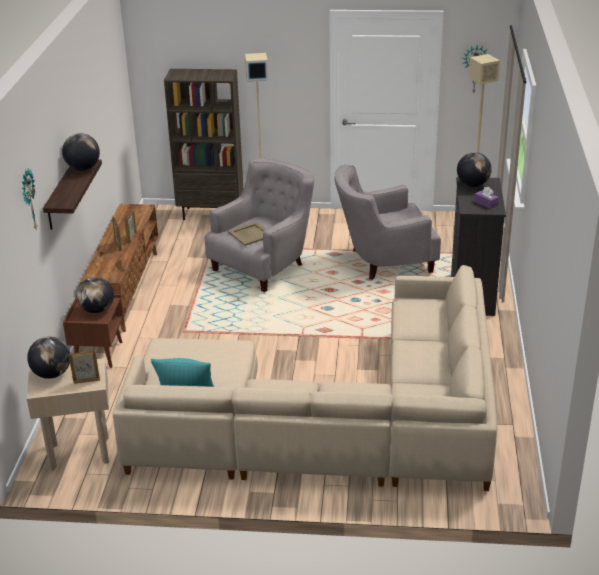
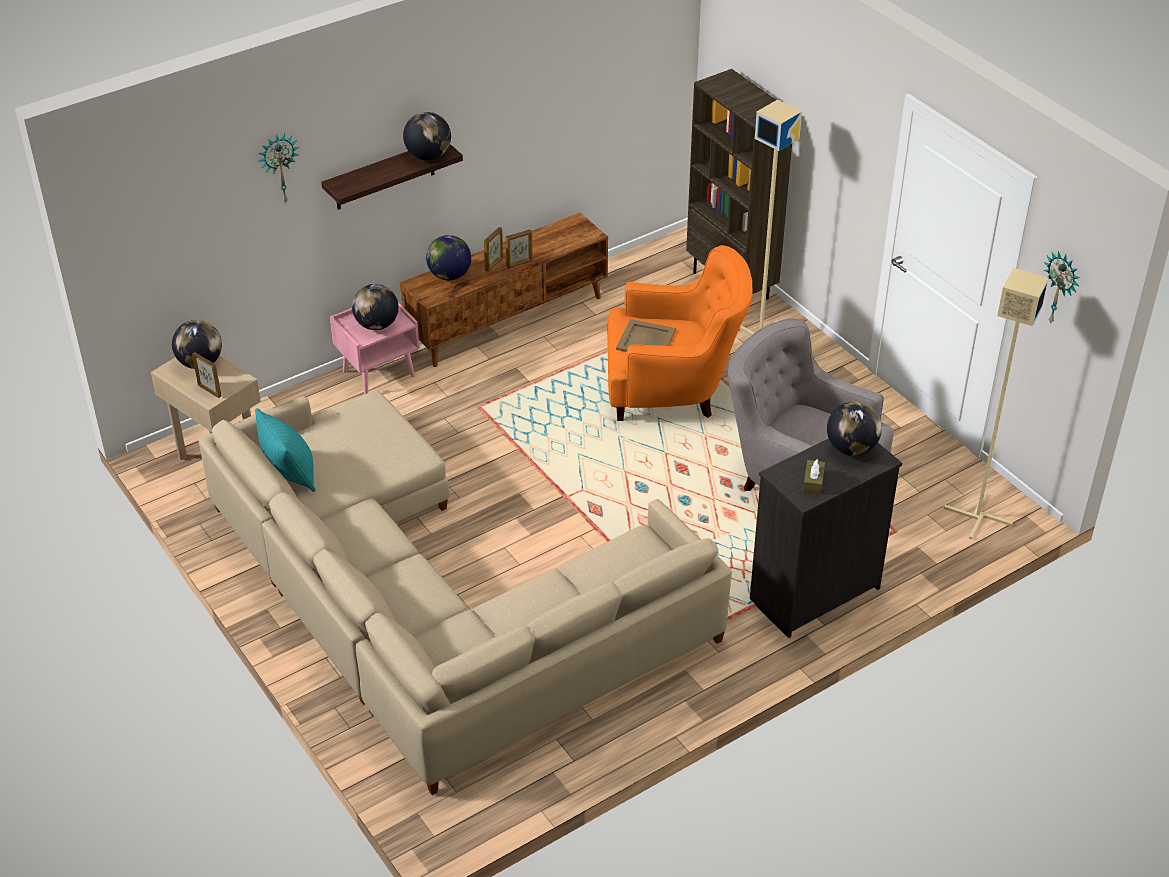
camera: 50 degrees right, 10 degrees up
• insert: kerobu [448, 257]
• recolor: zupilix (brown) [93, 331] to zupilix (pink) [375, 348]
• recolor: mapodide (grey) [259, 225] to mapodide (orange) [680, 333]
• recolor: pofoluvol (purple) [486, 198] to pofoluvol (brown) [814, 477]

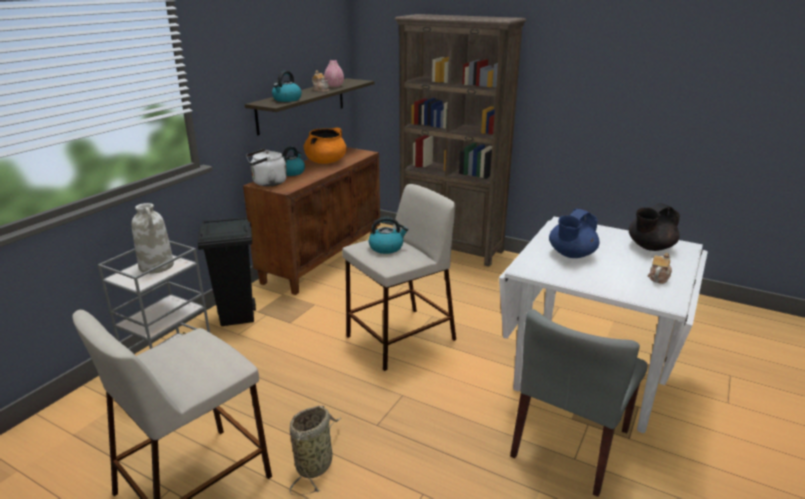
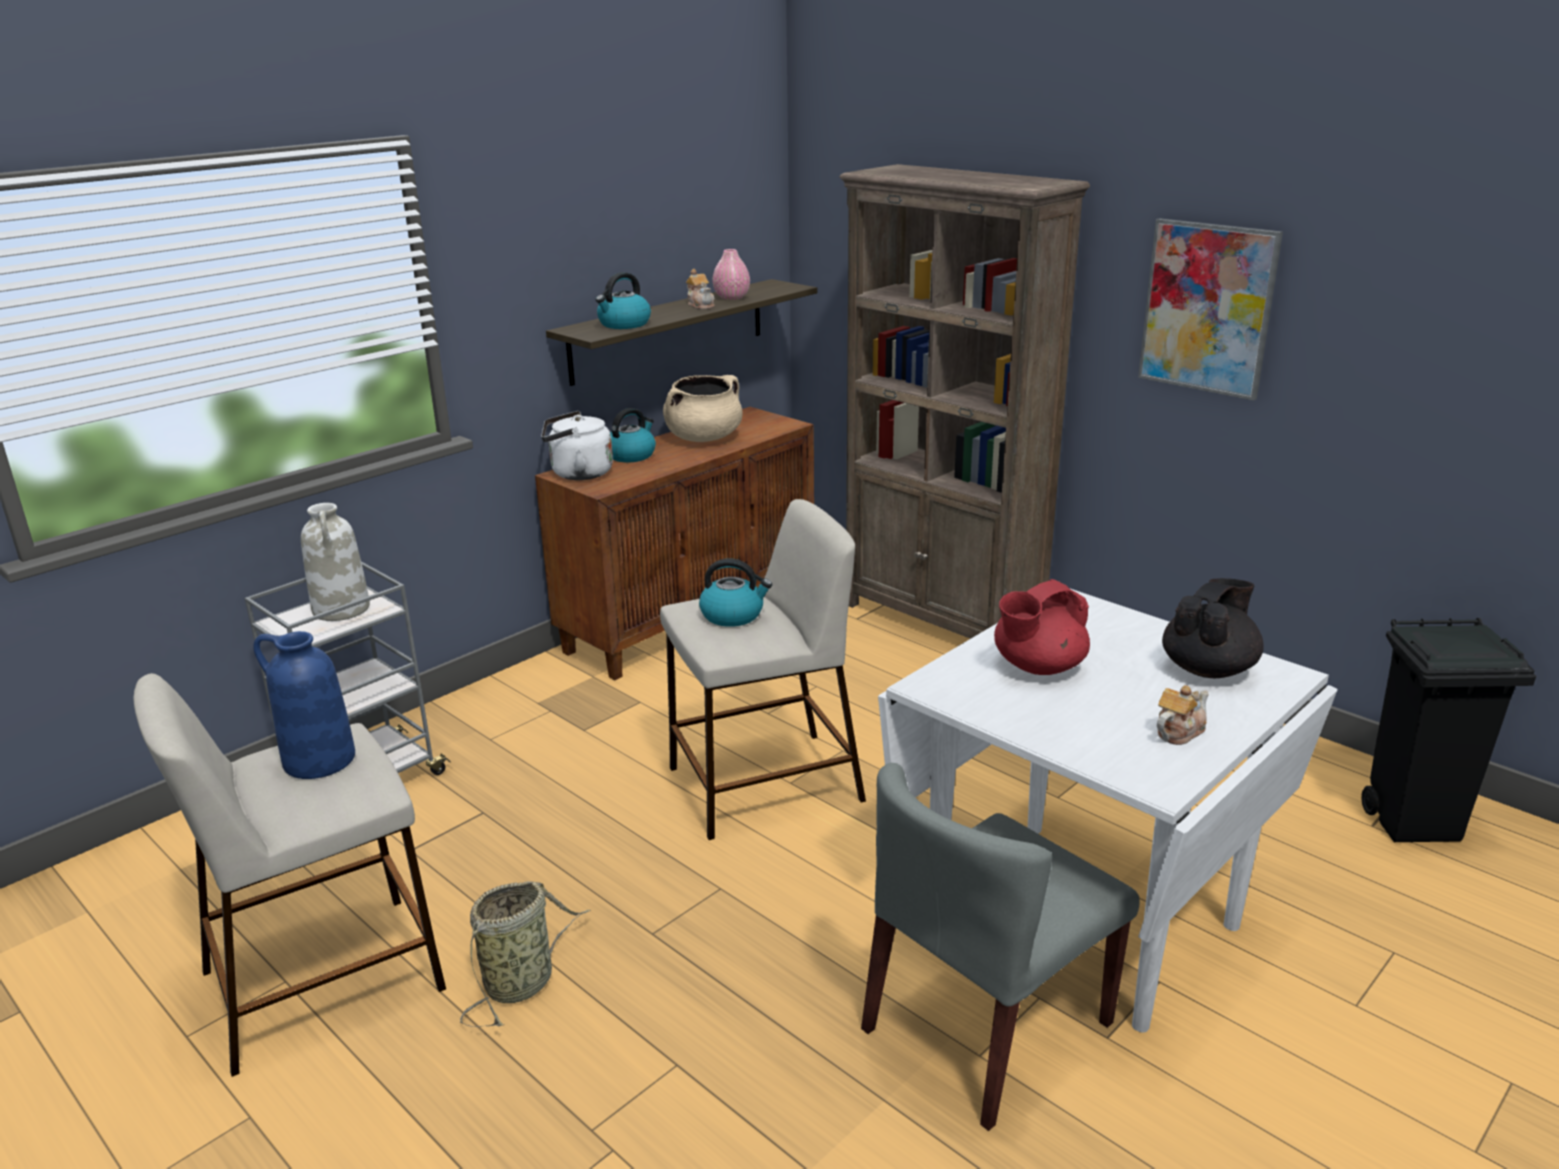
camera: 15 degrees right, 0 degrees up
• insert: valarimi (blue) [304, 705]
• insert: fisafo [1210, 309]
• move: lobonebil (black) [227, 271] to [1448, 730]
• recolor: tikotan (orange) [325, 146] to tikotan (beige) [702, 408]
• recolor: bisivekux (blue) [574, 233] to bisivekux (red) [1042, 627]
• rotate: bisivekux (black) [654, 227] = [1213, 628] 150 degrees clockwise

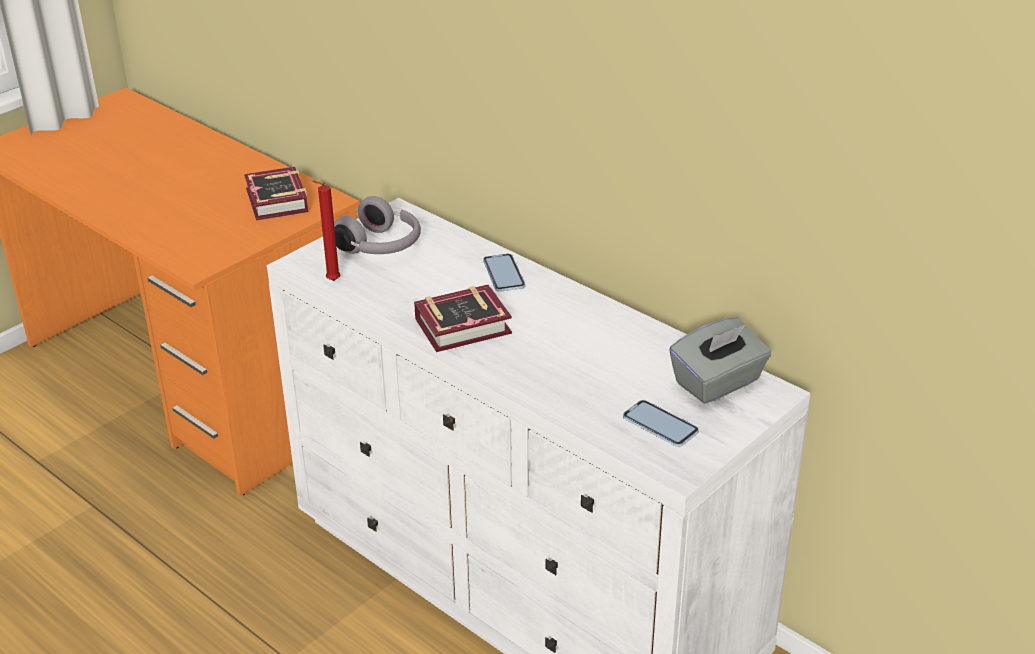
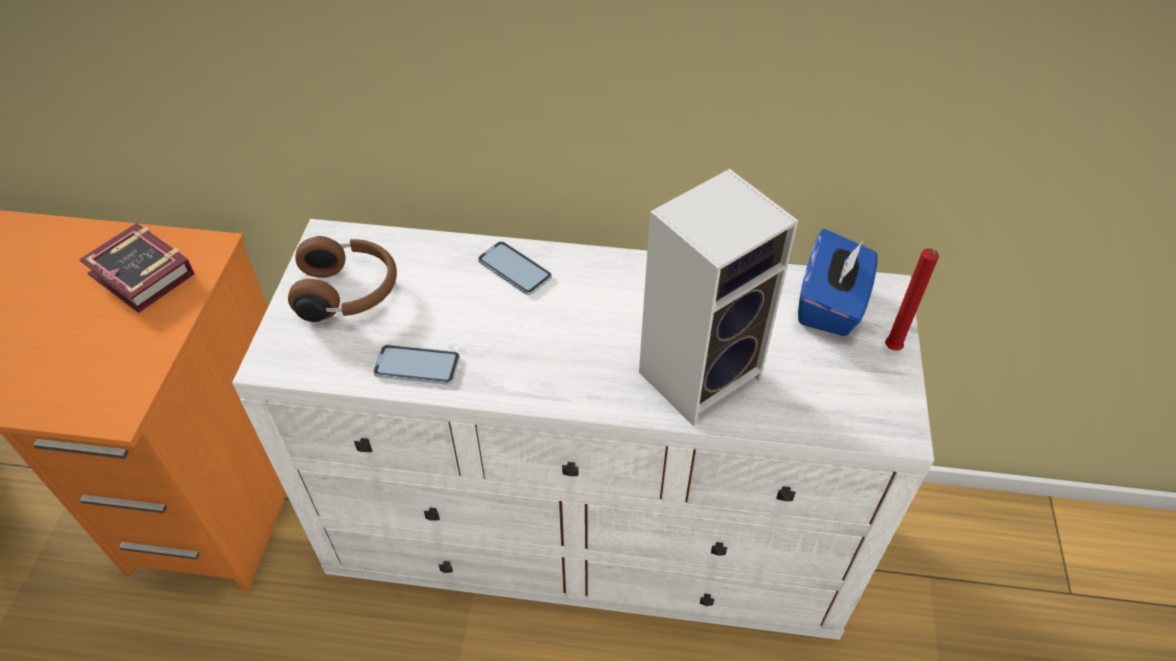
camera: 35 degrees left, 15 degrees up
• delete: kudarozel [463, 318]
• insert: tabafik [719, 298]
• move: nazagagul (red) [326, 231] to [912, 299]
• move: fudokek [661, 423] to [416, 364]
• recolor: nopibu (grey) [377, 225] to nopibu (brown) [342, 279]
• recolor: pofoluvol (grey) [720, 361] to pofoluvol (blue) [838, 282]

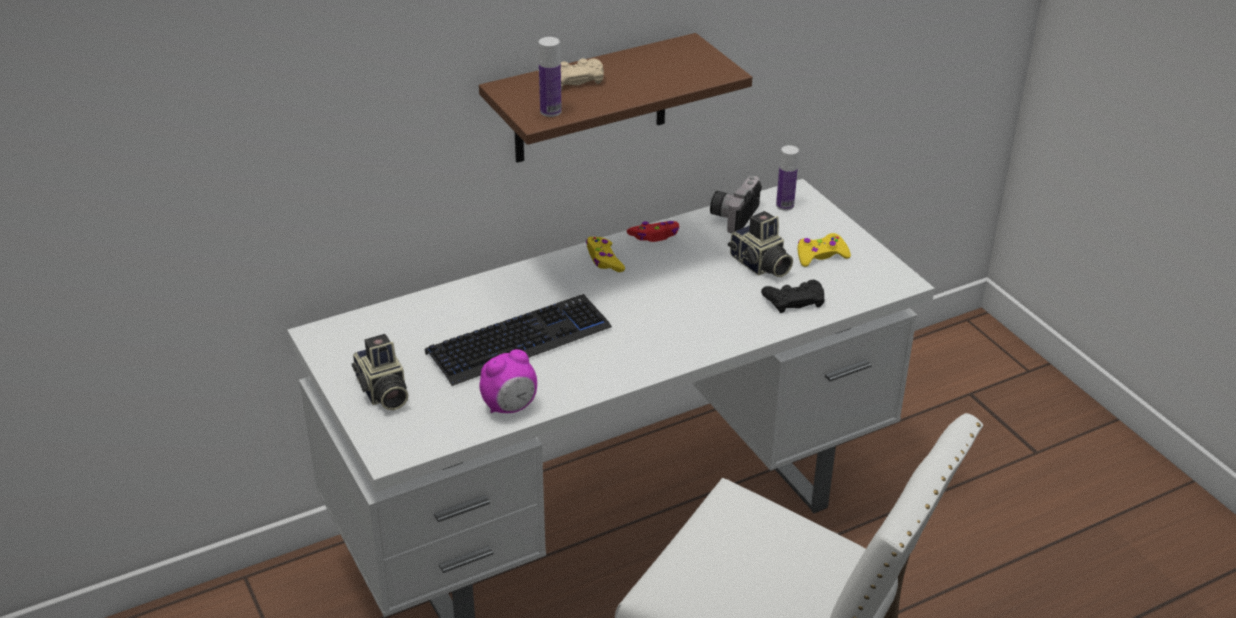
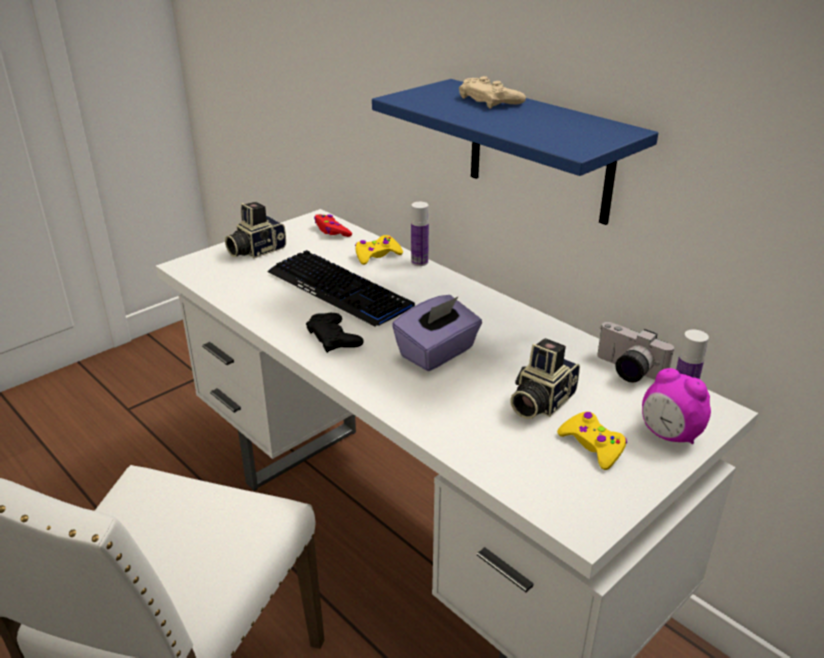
camera: 75 degrees right, 5 degrees down
• insert: pofoluvol (purple) [437, 333]
• move: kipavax [508, 381] to [676, 406]
• move: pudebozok [550, 77] to [420, 234]
• move: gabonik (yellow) [605, 254] to [379, 250]
• move: gabonik (red) [653, 231] to [333, 225]
• move: gabonik (black) [793, 296] to [335, 333]
• recolor: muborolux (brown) [615, 98] to muborolux (blue) [515, 152]
• rotate: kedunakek [736, 205] = [635, 352] 150 degrees counterclockwise

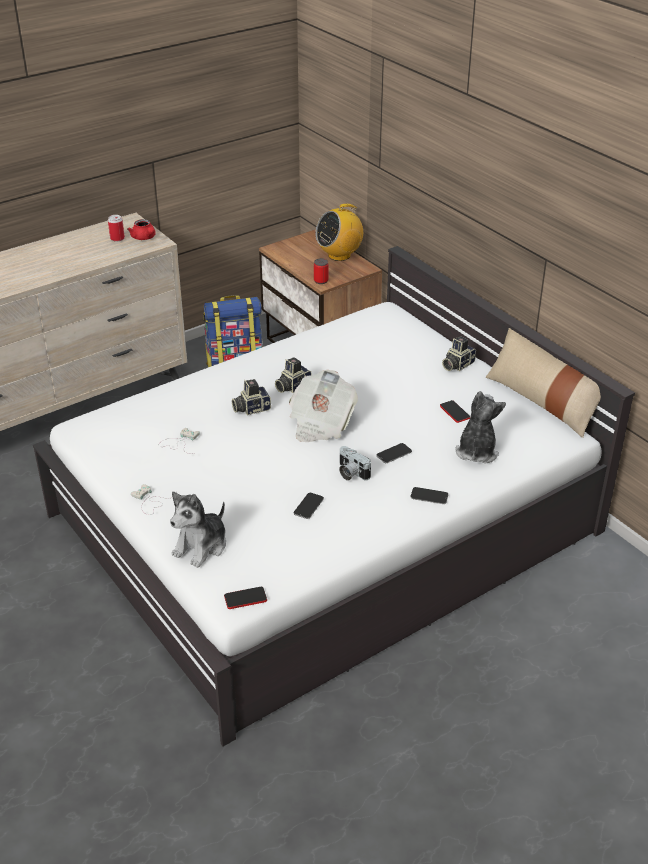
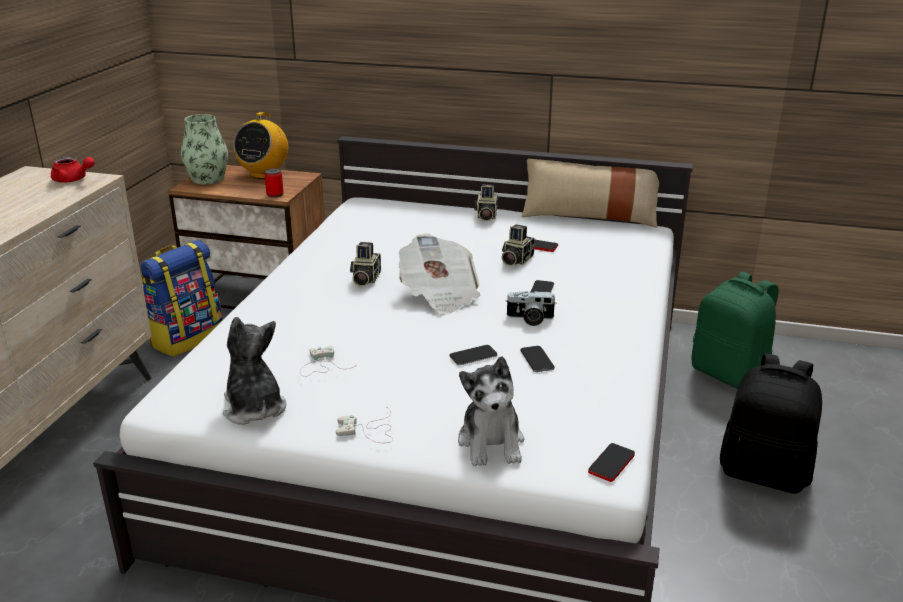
camera: 40 degrees left, 10 degrees down
• delete: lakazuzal [116, 228]
• insert: valarimi [204, 149]
• insert: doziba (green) [735, 330]
• insert: doziba (black) [771, 423]
• move: kedunakek [251, 397] to [518, 245]
• move: fudokek [429, 495] to [473, 355]
• move: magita [480, 427] to [254, 371]

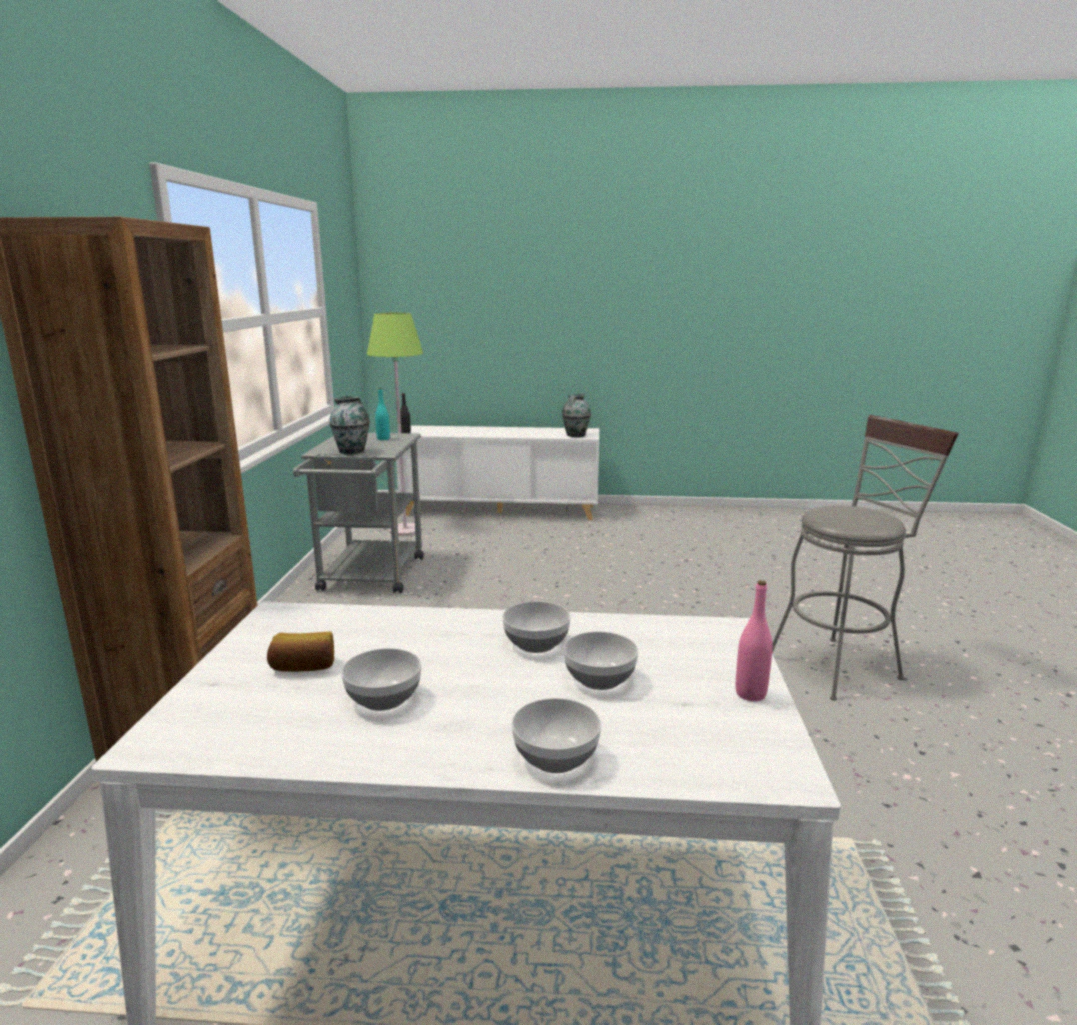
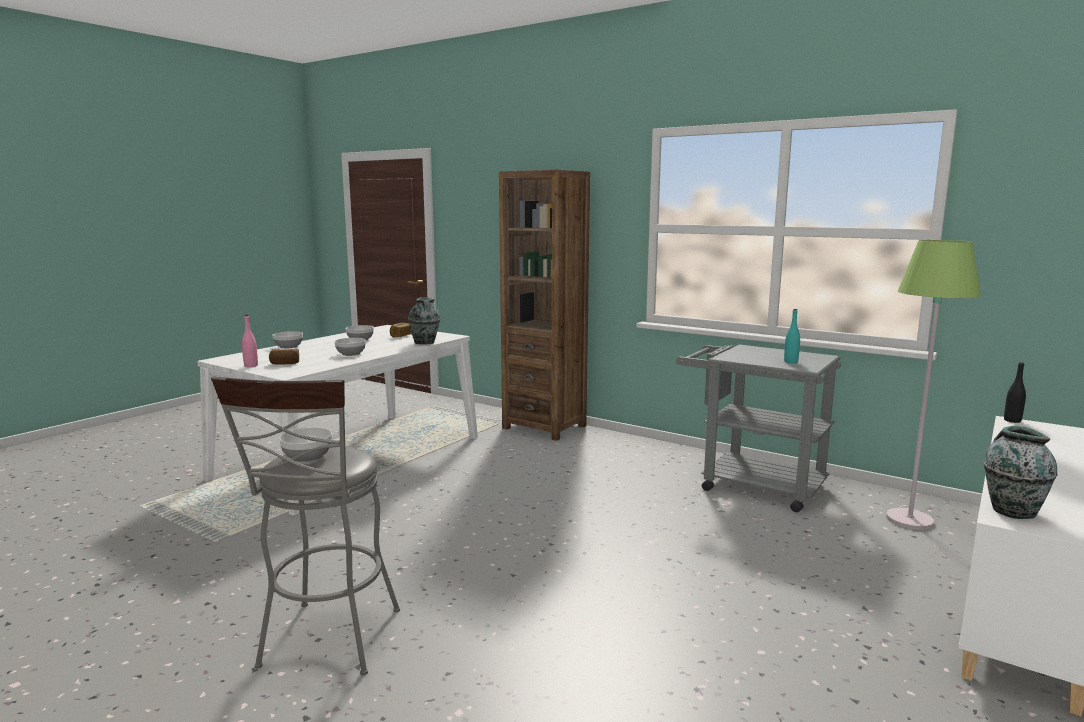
camera: 120 degrees right, 5 degrees down
• insert: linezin [284, 357]
• move: valarimi [349, 424] to [424, 320]
• move: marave [600, 660] to [305, 444]

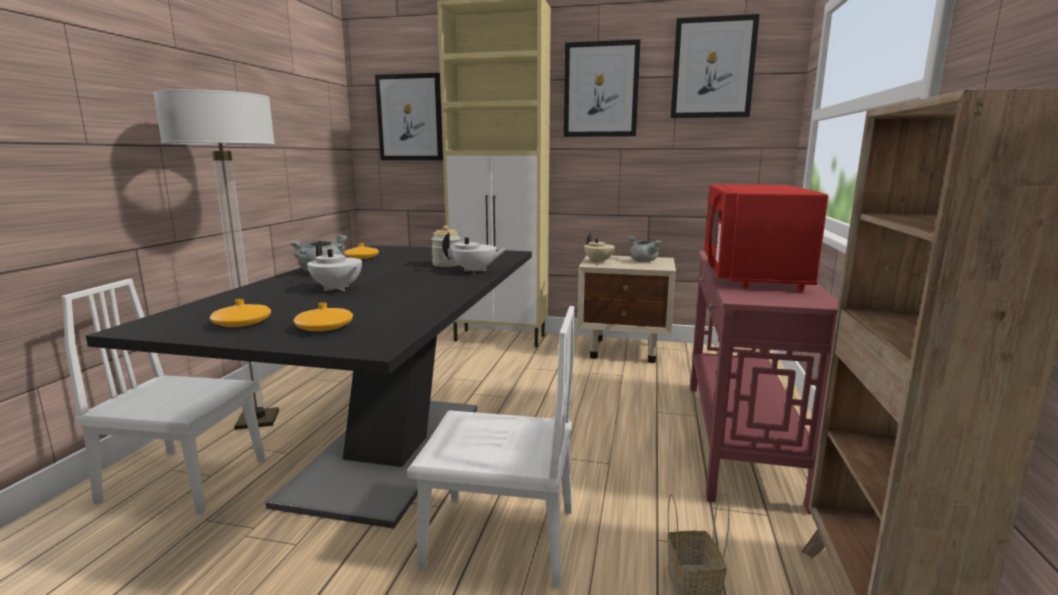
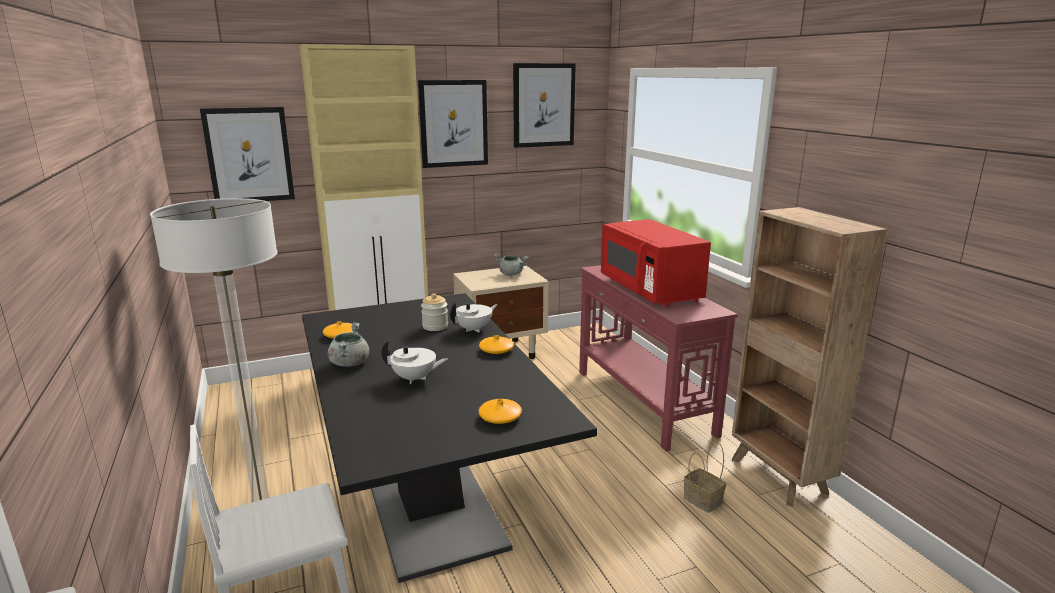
camera: 35 degrees left, 5 degrees up
• delete: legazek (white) [491, 446]
• delete: bisivekux (beige) [599, 248]
• move: valarimi (orange) [240, 313] to [496, 344]

